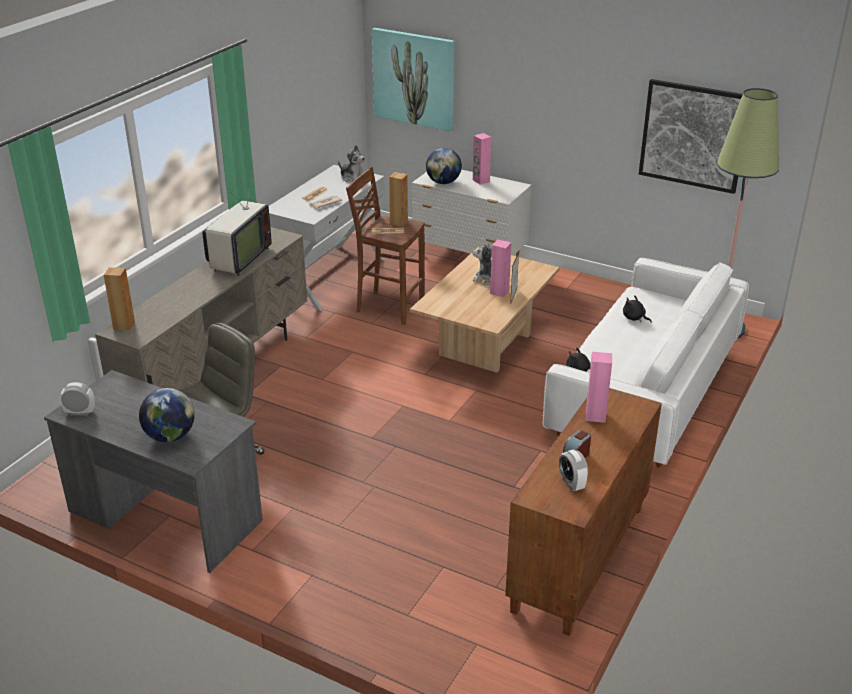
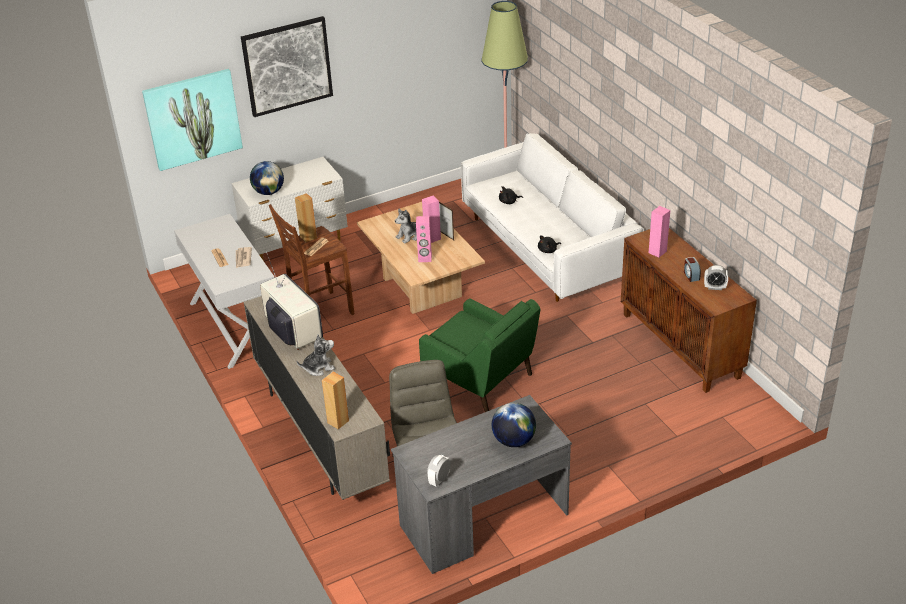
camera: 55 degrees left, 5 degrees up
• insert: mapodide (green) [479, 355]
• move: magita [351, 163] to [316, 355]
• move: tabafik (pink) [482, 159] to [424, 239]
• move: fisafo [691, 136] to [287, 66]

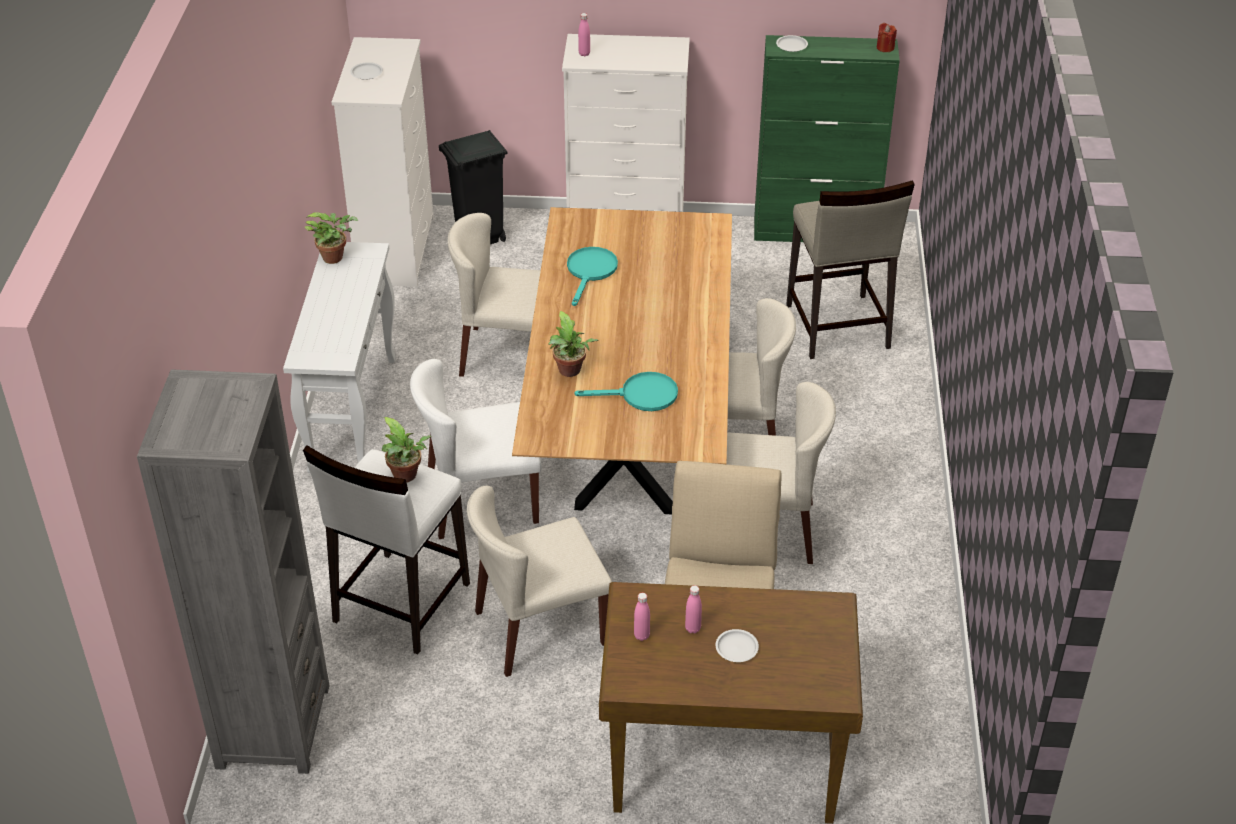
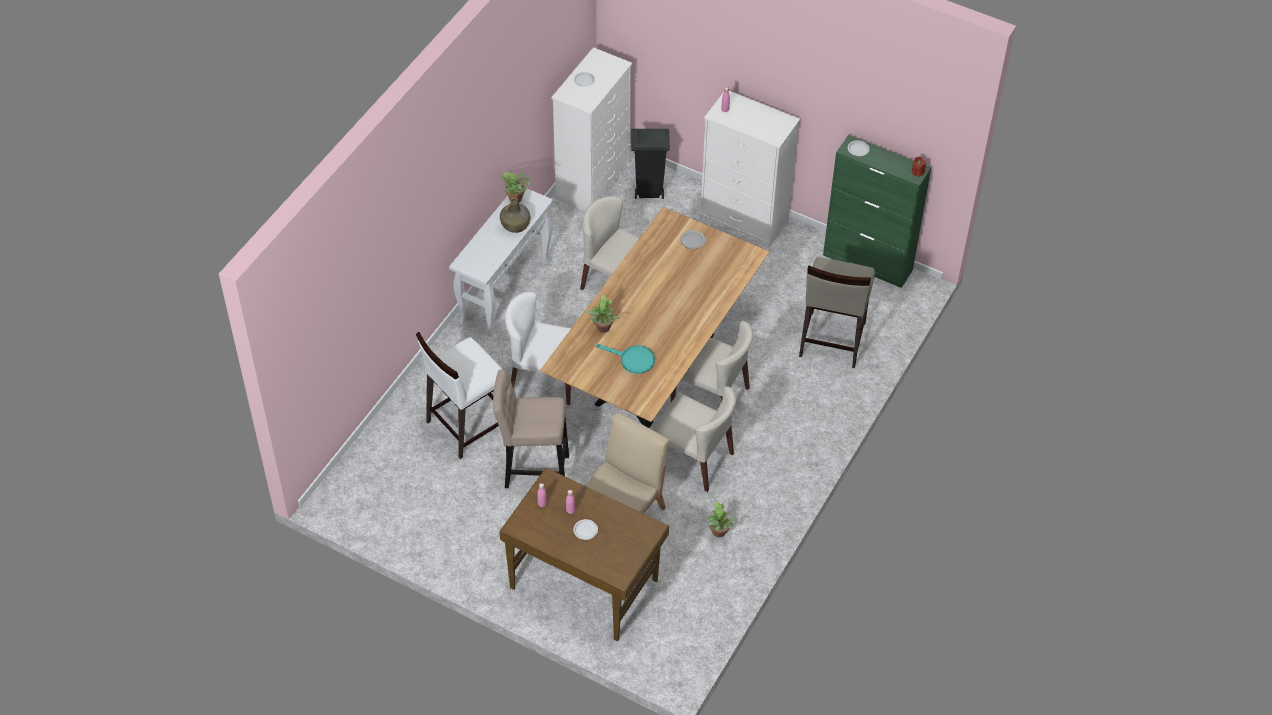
camera: 25 degrees right, 10 degrees up
• delete: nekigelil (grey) [233, 571]
• delete: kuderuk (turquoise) [592, 276]
• insert: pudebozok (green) [515, 215]
• insert: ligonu [692, 239]
• move: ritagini [406, 449] to [723, 519]
• replace: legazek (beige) [539, 581] to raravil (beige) [531, 428]

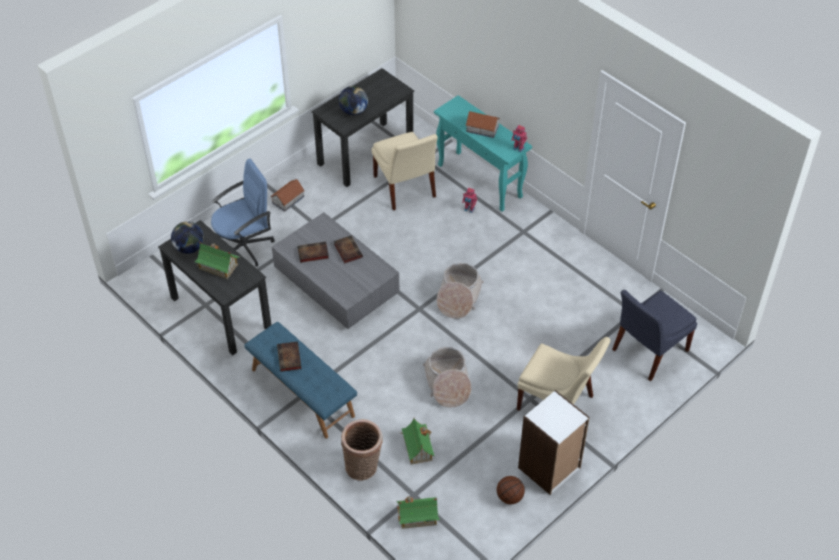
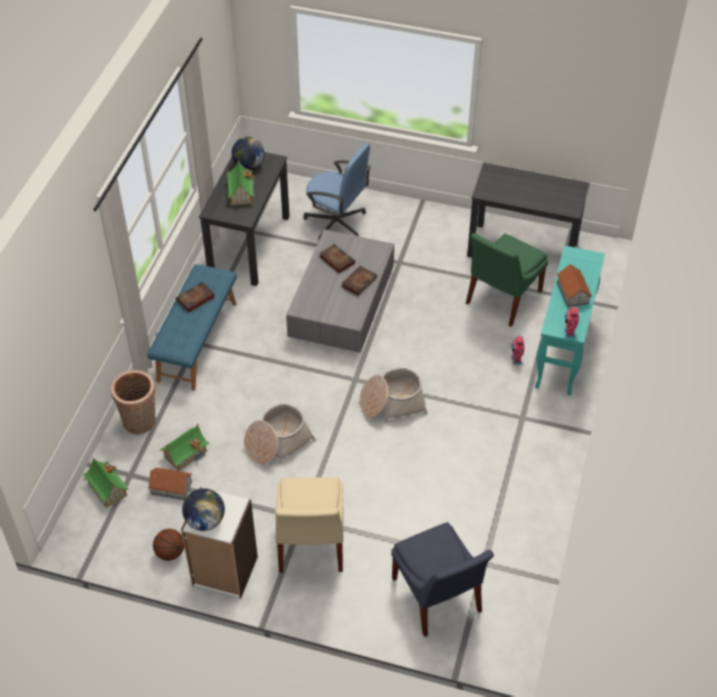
camera: 60 degrees right, 0 degrees up
• move: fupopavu [287, 195] to [170, 484]
• move: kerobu [353, 100] to [203, 509]
• recolor: legazek (beige) [405, 171] to legazek (green) [507, 280]
• rotate: legazek (blue) [654, 335] = [442, 579] 135 degrees counterclockwise

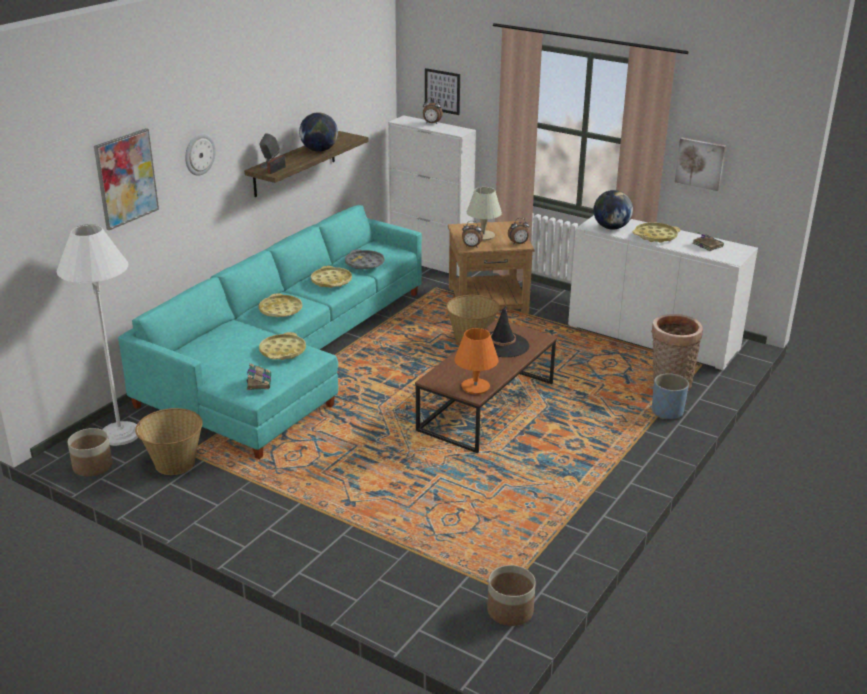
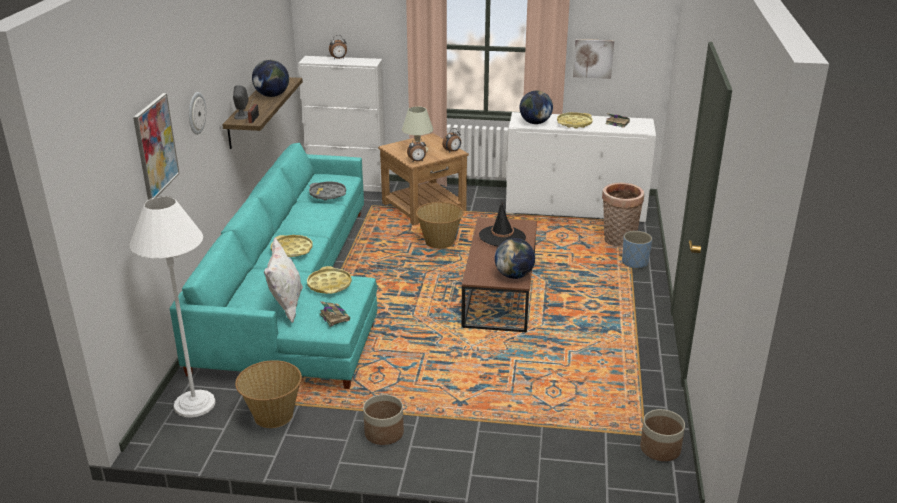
camera: 25 degrees left, 0 degrees up
• delete: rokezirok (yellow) [331, 277]
• delete: fisafo [442, 91]
• insert: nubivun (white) [283, 280]
• move: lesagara [90, 452] to [383, 419]
• replace: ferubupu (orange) [476, 361] to kerobu [515, 258]

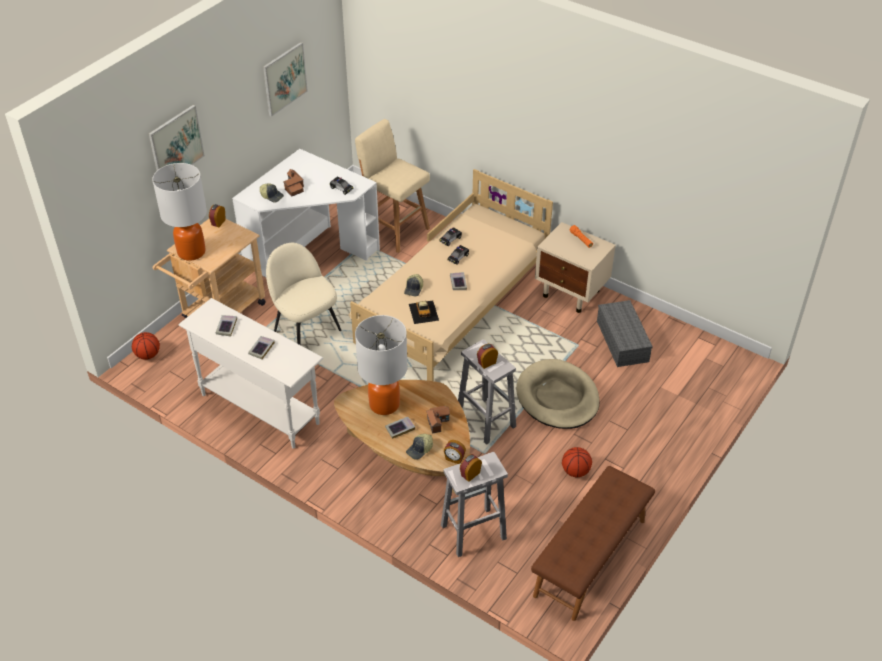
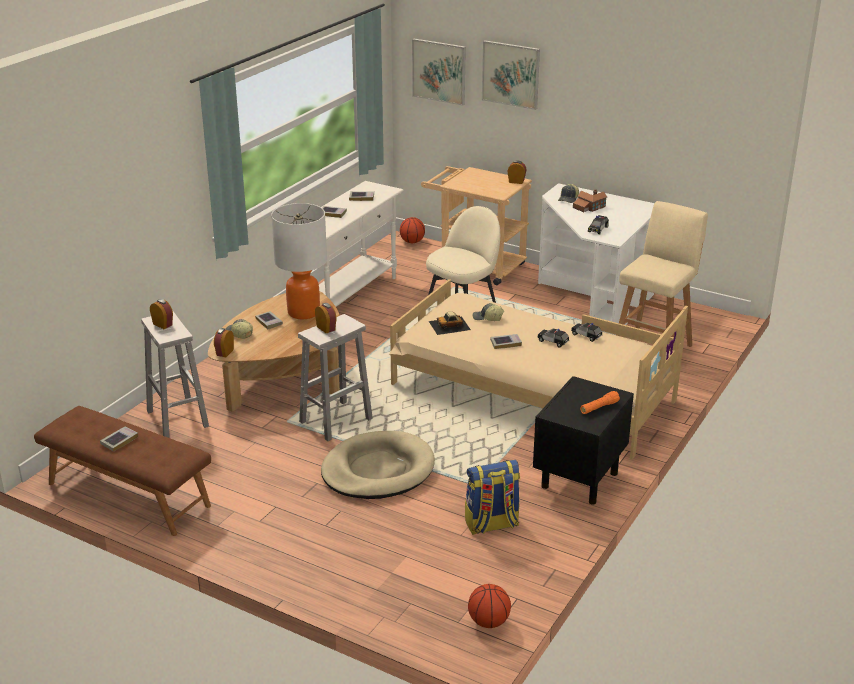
camera: 85 degrees right, 15 degrees down
• delete: ferubupu [179, 212]
• delete: fupopavu [438, 420]
• insert: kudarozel [119, 439]
• move: fisafo [285, 79] to [439, 72]
• move: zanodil [577, 462] to [489, 606]
• replace: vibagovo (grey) [625, 333] to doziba [492, 497]
• recolor: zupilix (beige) [575, 267] to zupilix (black) [583, 440]

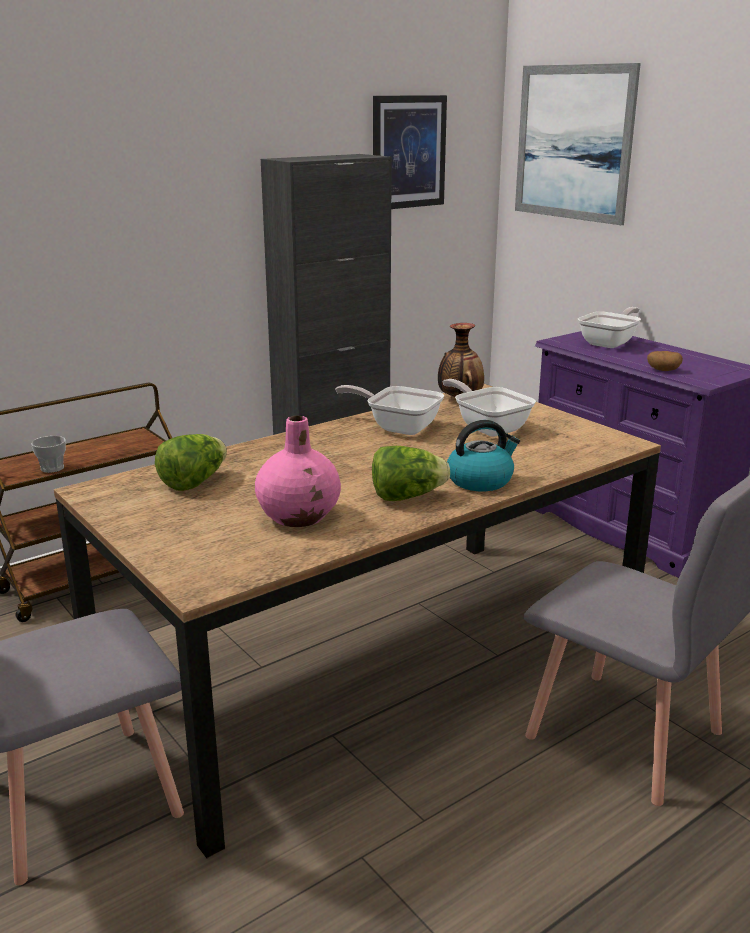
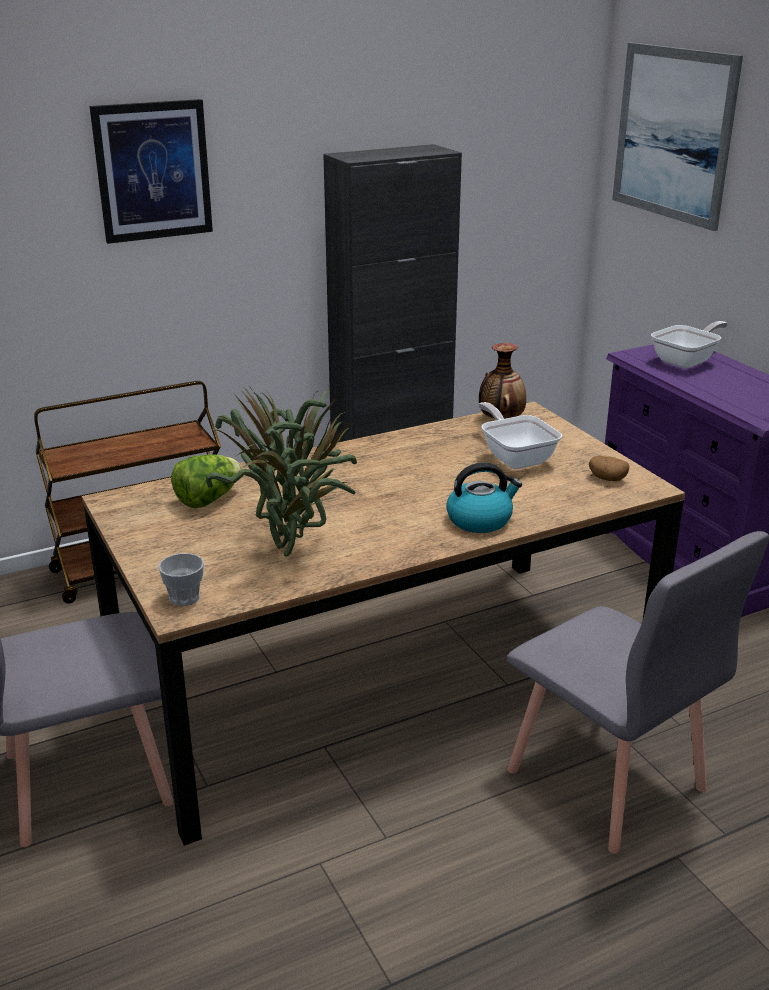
camera: 10 degrees right, 5 degrees up
• delete: kuderuk [389, 410]
• delete: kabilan [411, 473]
• move: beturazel [48, 454] to [181, 579]
• move: fisafo [410, 152] to [151, 171]
• move: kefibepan [665, 361] to [609, 468]
• replace: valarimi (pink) [298, 471] to ritagini [281, 471]

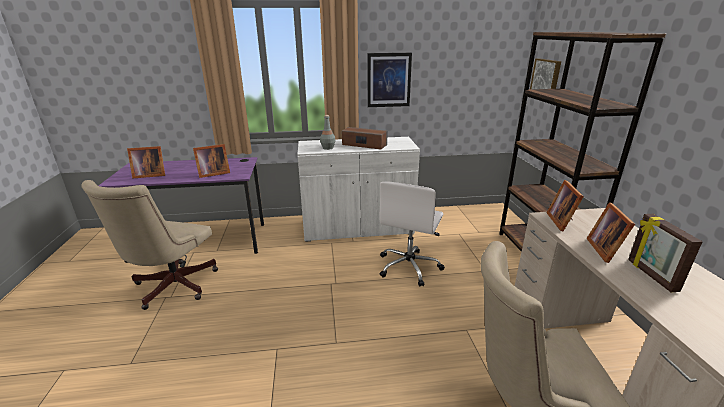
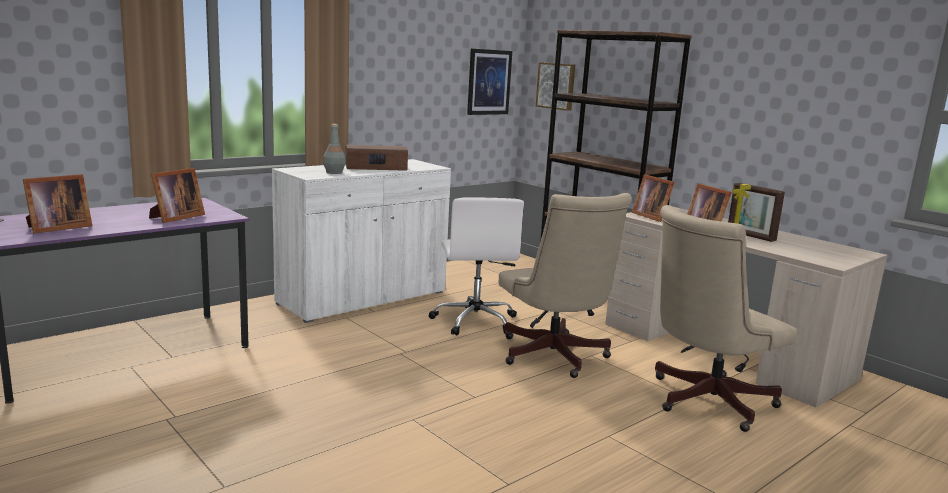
camera: 35 degrees left, 10 degrees down
• move: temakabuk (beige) [149, 245] to [565, 285]
• move: fisafo [390, 80] to [489, 82]

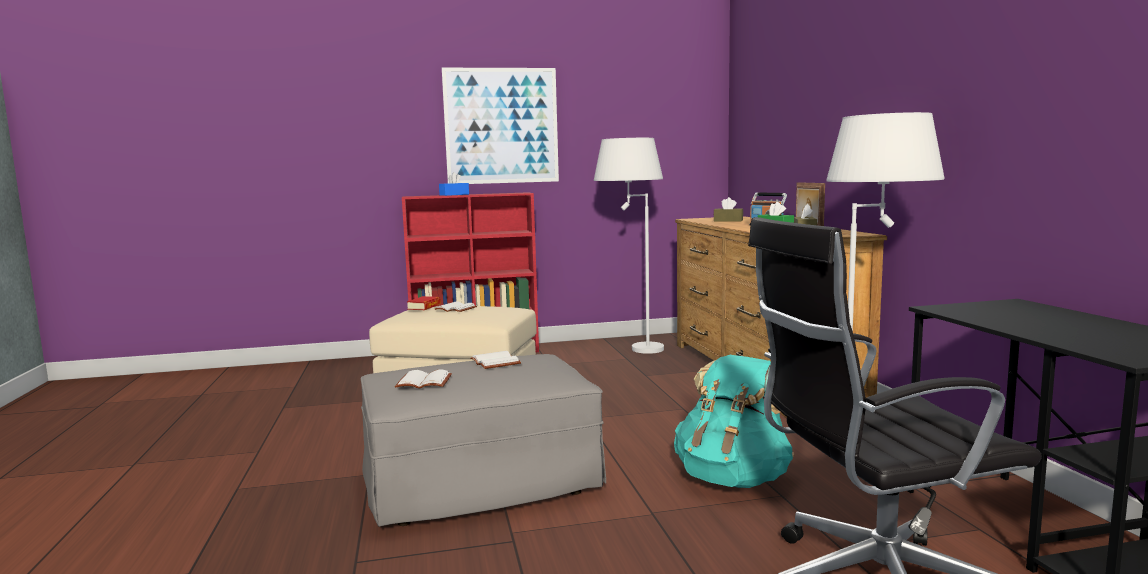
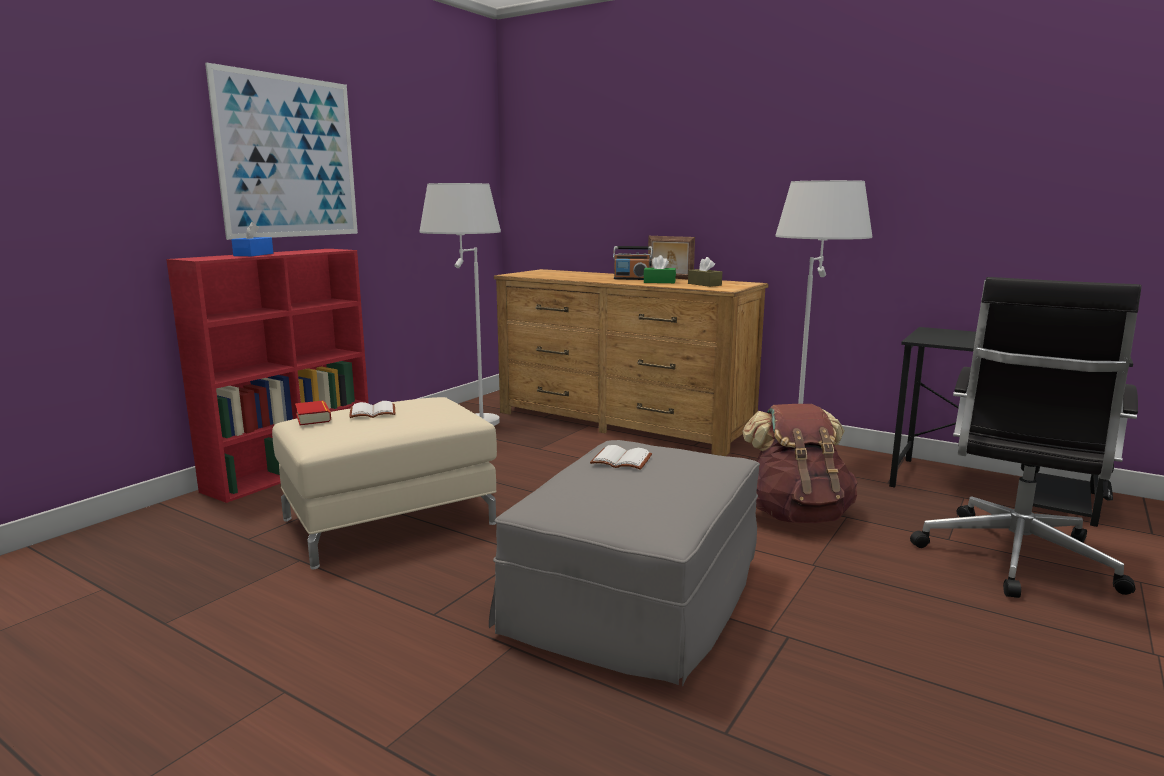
camera: 45 degrees left, 5 degrees up
• delete: kudarozel (white) [423, 379]
• delete: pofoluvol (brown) [728, 209]
• recolor: doziba (turquoise) [734, 421] to doziba (brown) [800, 463]

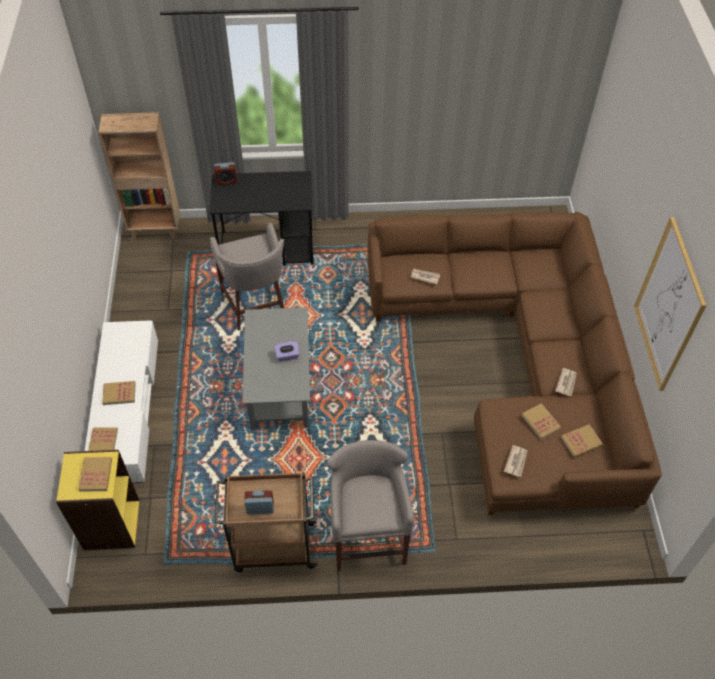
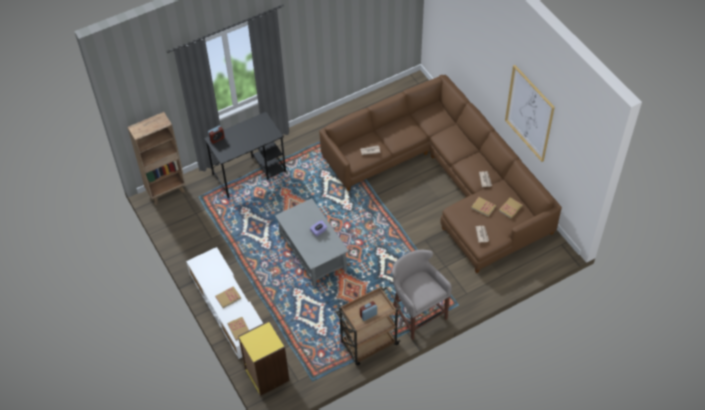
camera: 25 degrees left, 0 degrees up
• delete: kudarozel [95, 474]
• delete: raravil (grey) [247, 276]

